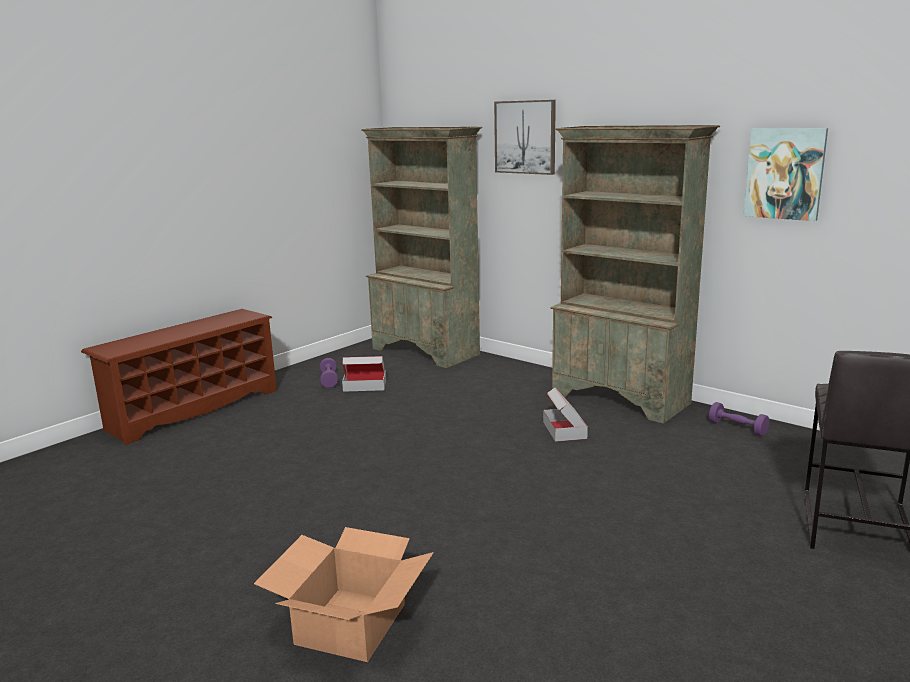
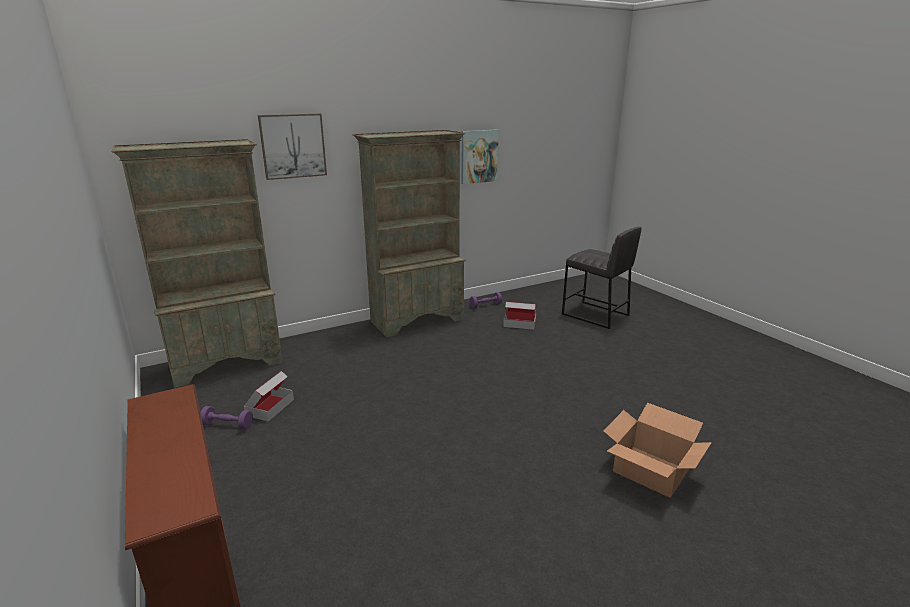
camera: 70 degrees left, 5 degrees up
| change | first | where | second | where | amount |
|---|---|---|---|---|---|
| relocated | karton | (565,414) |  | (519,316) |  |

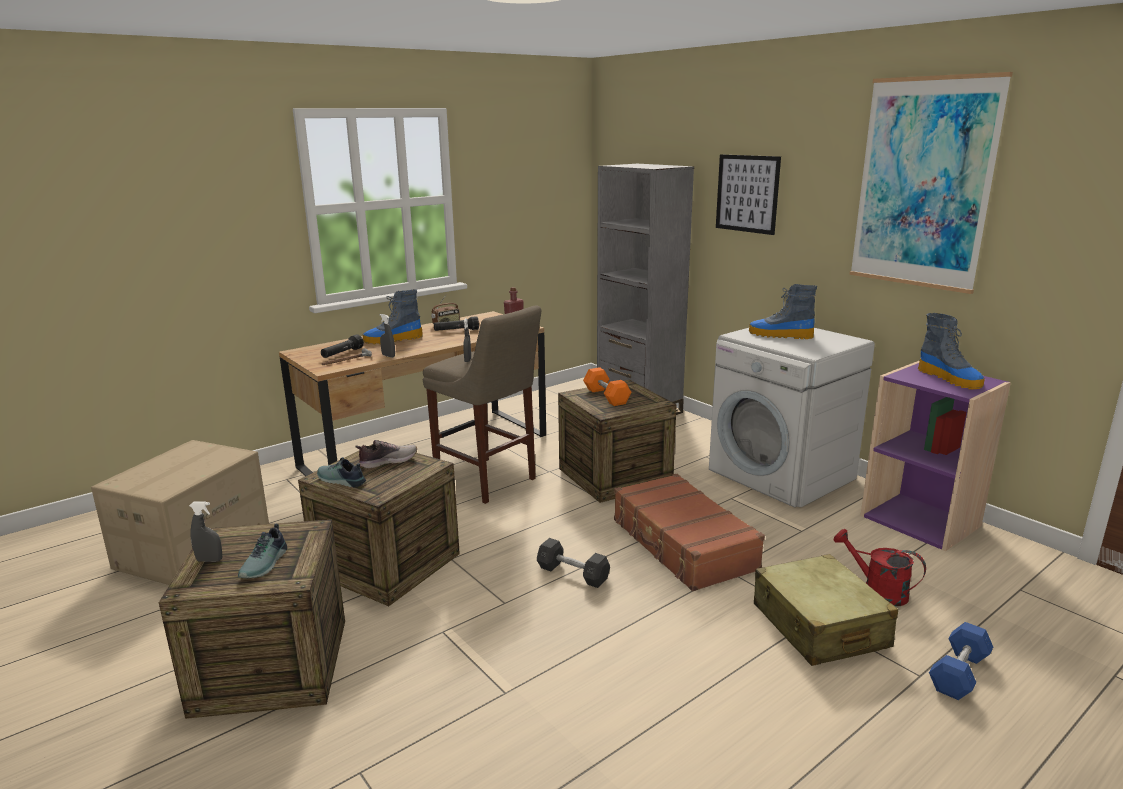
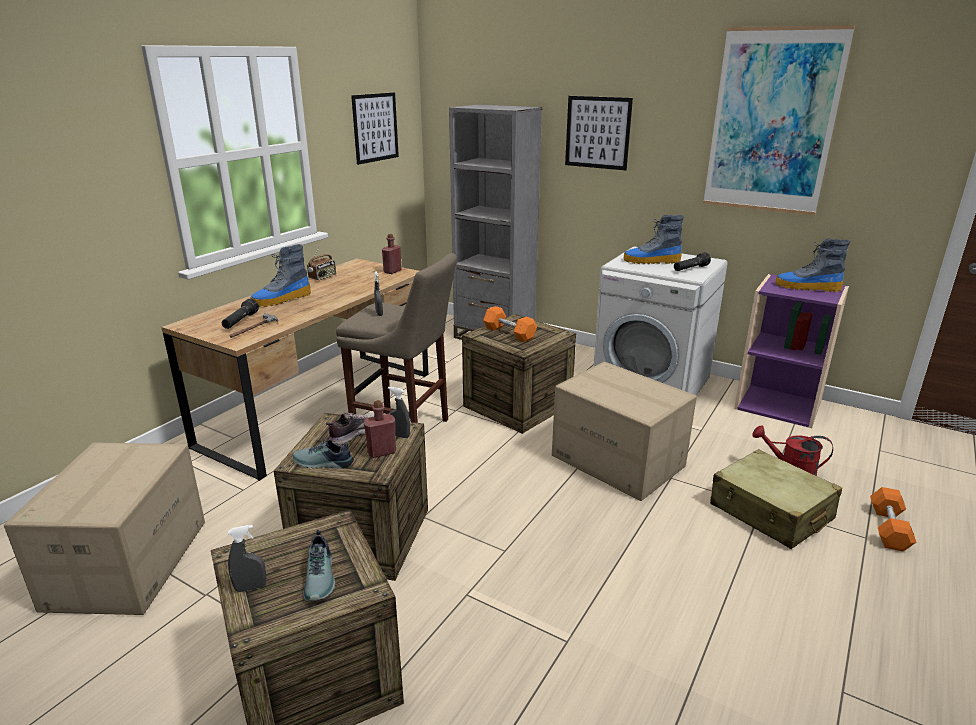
camera: 20 degrees left, 5 degrees up
| change | first | where | second | where | amount |
|---|---|---|---|---|---|
| missing | hantel (szary) | (573,563) |  |  |  |
| appeared |  |  | obraz | (375,128) |  |
| appeared |  |  | butelka (czerwony) | (379,429) |  |
| relocated | spryskiwacz (szary) | (387,336) |  | (399,412) |  |
| relocated | latarka (czarny) | (456,323) |  | (692,261) |  |
| exchanged | walizka (brązowy) | (689,532) | karton | (624,431) |  |
| colour | hantel (niebieski) | (961,661) | hantel (pomarańczowy) | (893,519) |  |
| spun | but z cholewką | (951,351) |  | (812,265) | 150 degrees clockwise |

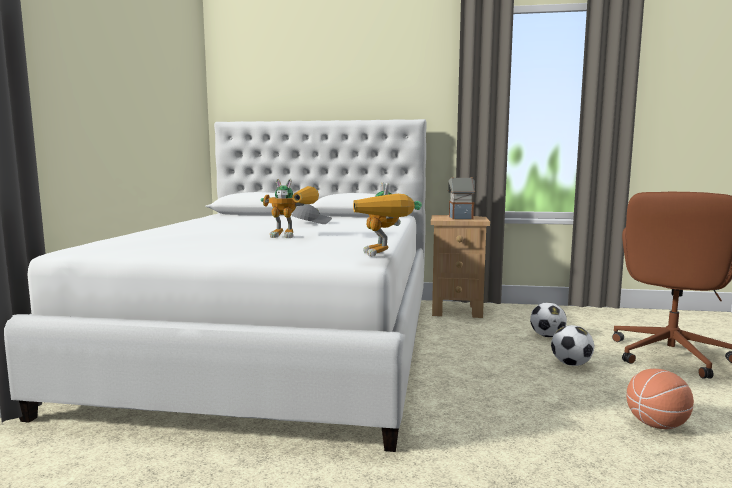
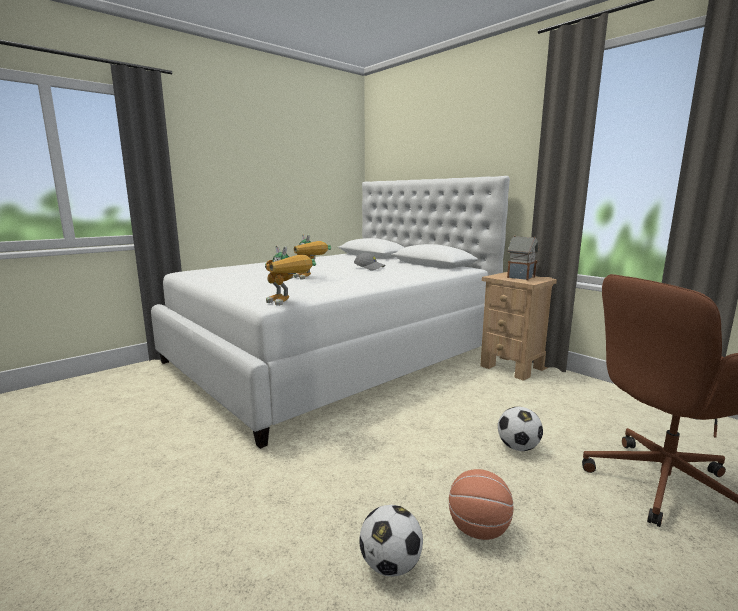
camera: 40 degrees right, 5 degrees up
| change | first | where | second | where | amount |
|---|---|---|---|---|---|
| relocated | piłka futbolowa | (548,319) |  | (391,541) |  |
| spun | robot zabawkowy | (387,219) |  | (290,275) | 75 degrees counterclockwise |

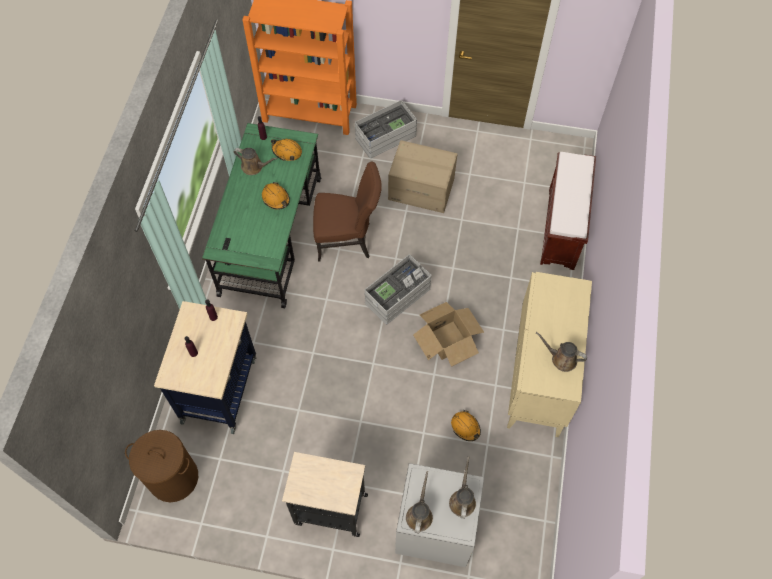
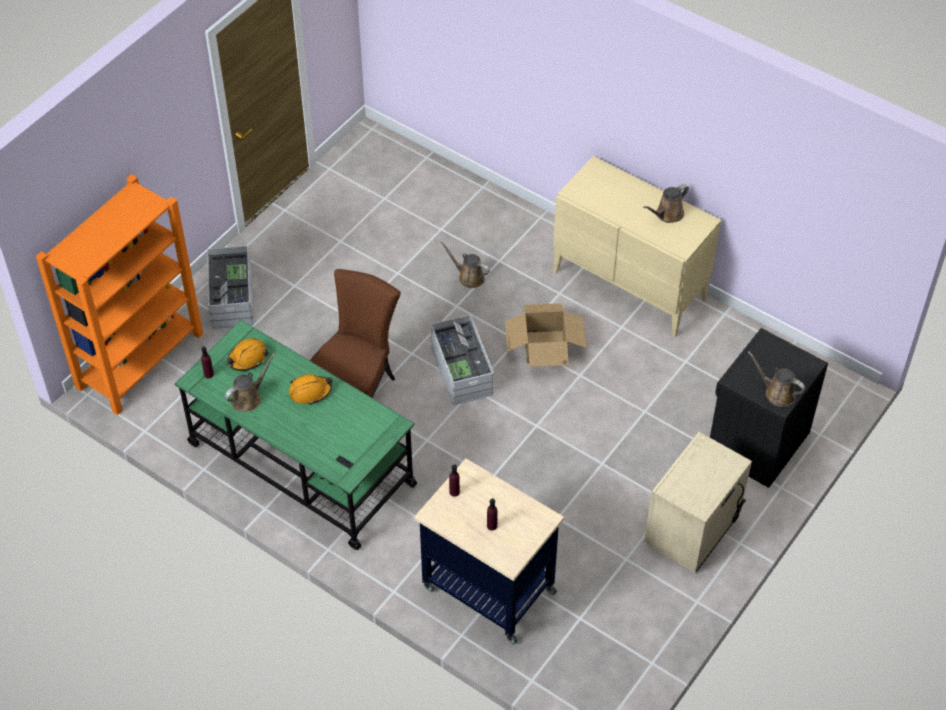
camera: 65 degrees left, 10 degrees down
| change | first | where | second | where | amount |
|---|---|---|---|---|---|
| missing | kosz na pranie (brązowy) | (161,466) |  |  |  |
| missing | karton | (422,176) |  |  |  |
| missing | kask (pomarańczowy) | (466,425) |  |  |  |
| missing | ławka (brązowy) | (568,211) |  |  |  |
| relocated | konewka (brązowy) | (462,487) |  | (465,264) |  |
| exchanged | wózek | (325,494) | szafka nocna (beżowy) | (698,502) |  |
| colour | pralka (biały) | (439,515) | pralka (czarny) | (769,408) |  |

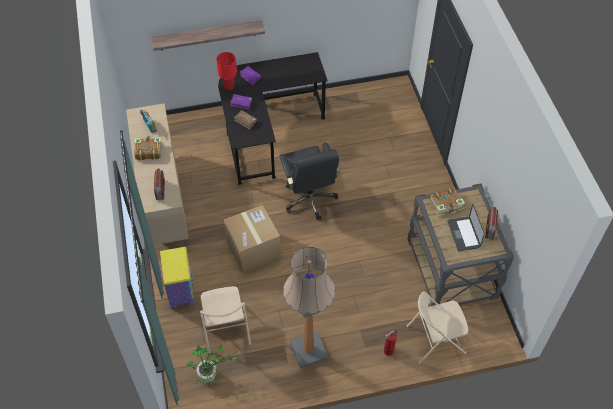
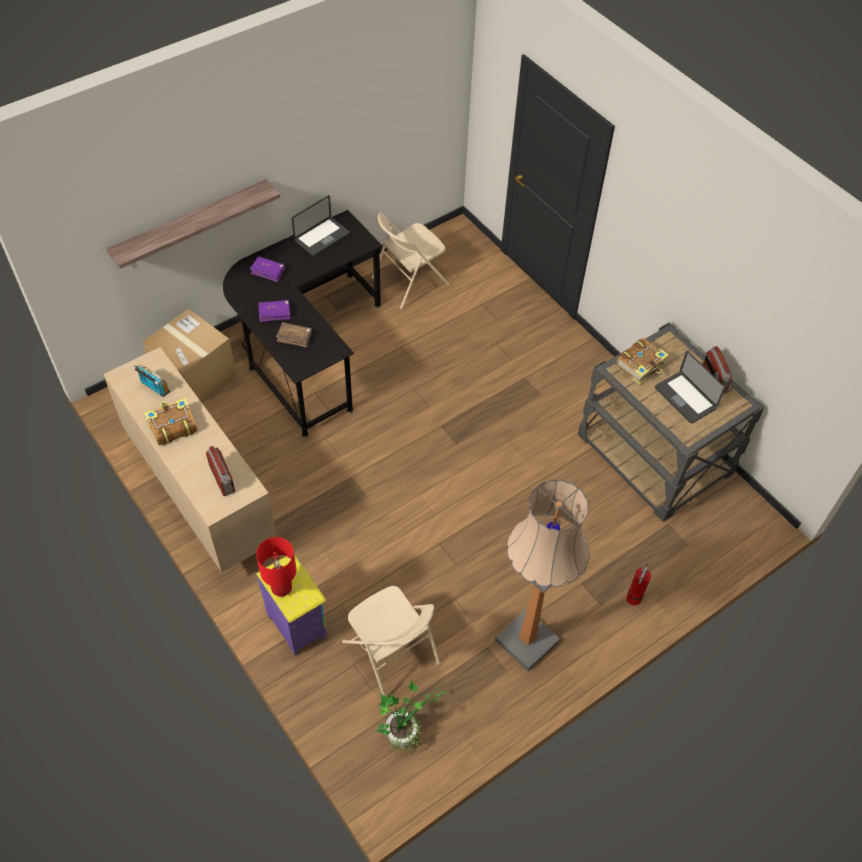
camera: 25 degrees left, 0 degrees up
| change | first | where | second | where | amount |
|---|---|---|---|---|---|
| missing | krzesło biurowe (czarny) | (309,181) |  |  |  |
| appeared |  |  | laptop | (321,225) |  |
| relocated | lampa stołowa (czerwony) | (226,71) |  | (276,567) |  |
| relocated | karton | (252,239) |  | (189,356) |  |
| relocated | krzesło (beżowy) | (437,327) |  | (410,261) |  |

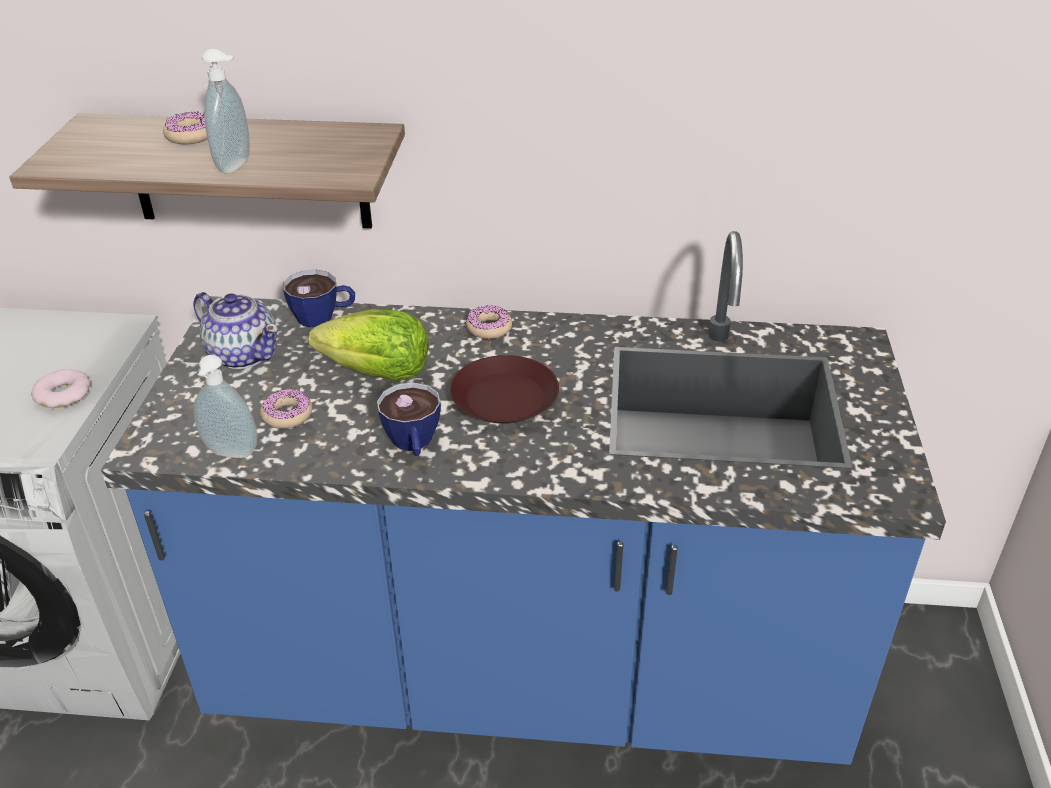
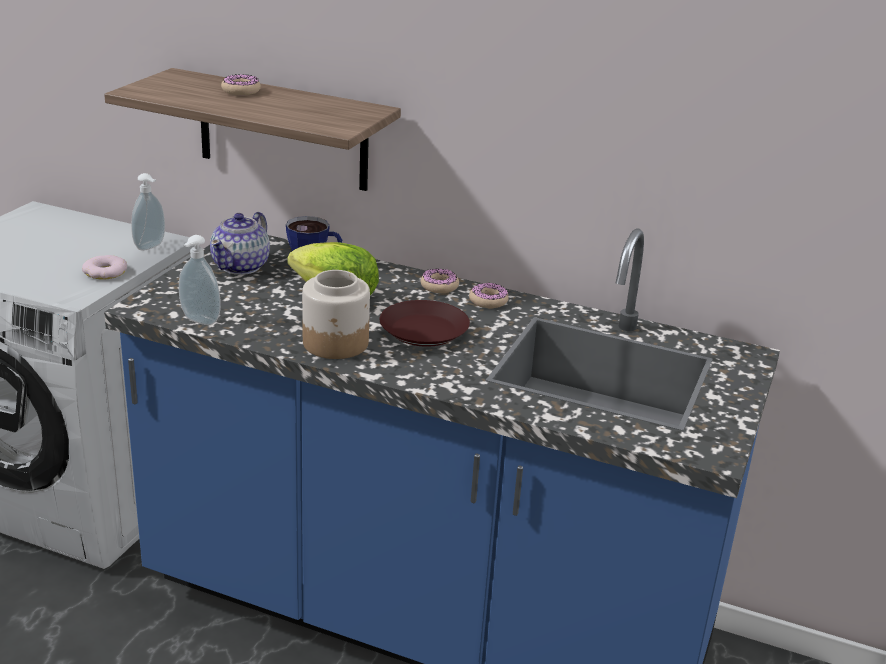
camera: 15 degrees right, 10 degrees down
| change | first | where | second | where | amount |
|---|---|---|---|---|---|
| relocated | dozownik mydła | (226,111) |  | (148,212) |  |
| relocated | donut | (286,408) |  | (489,295) |  |
| exchanged | filiżanka | (409,419) | słoik | (336,314) |  |
| spun | imbryk | (236,330) |  | (240,243) | 60 degrees clockwise |

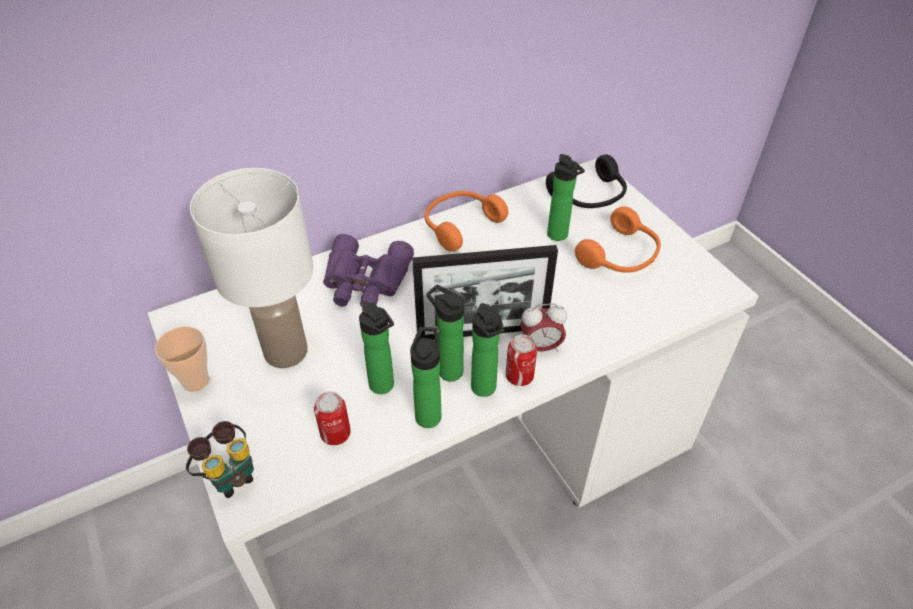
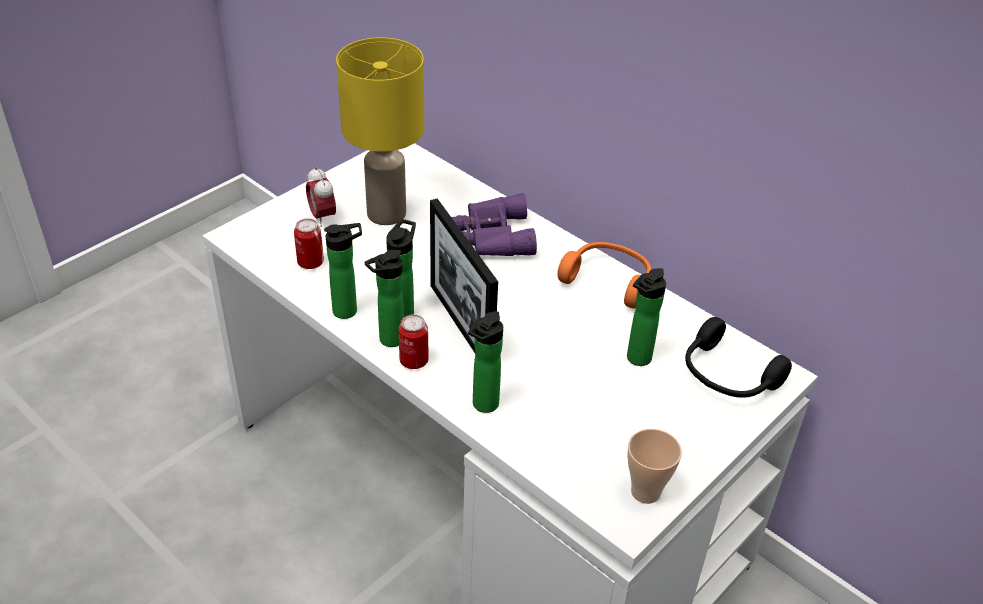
camera: 70 degrees right, 5 degrees down
| change | first | where | second | where | amount |
|---|---|---|---|---|---|
| missing | lornetka | (220,459) |  |  |  |
| missing | słuchawki (pomarańczowy) | (618,239) |  |  |  |
| relocated | filiżanka | (182,359) |  | (654,466) |  |
| relocated | butelka | (376,348) |  | (485,362) |  |
| relocated | budzik | (543,327) |  | (321,196) |  |
| colour | lampa stołowa (biały) | (251,268) | lampa stołowa (żółty) | (380,131) |  |

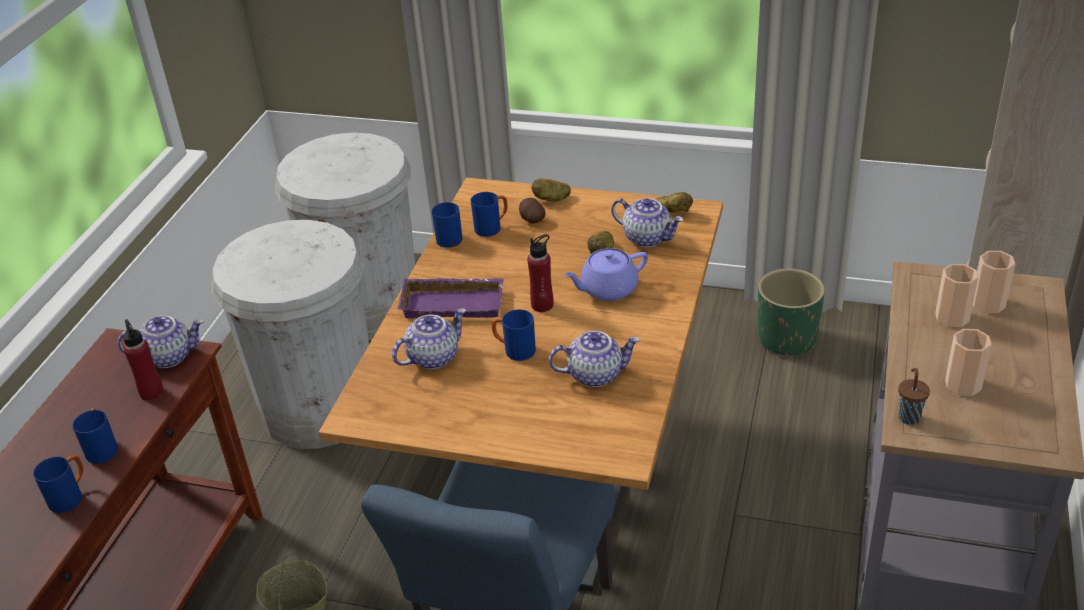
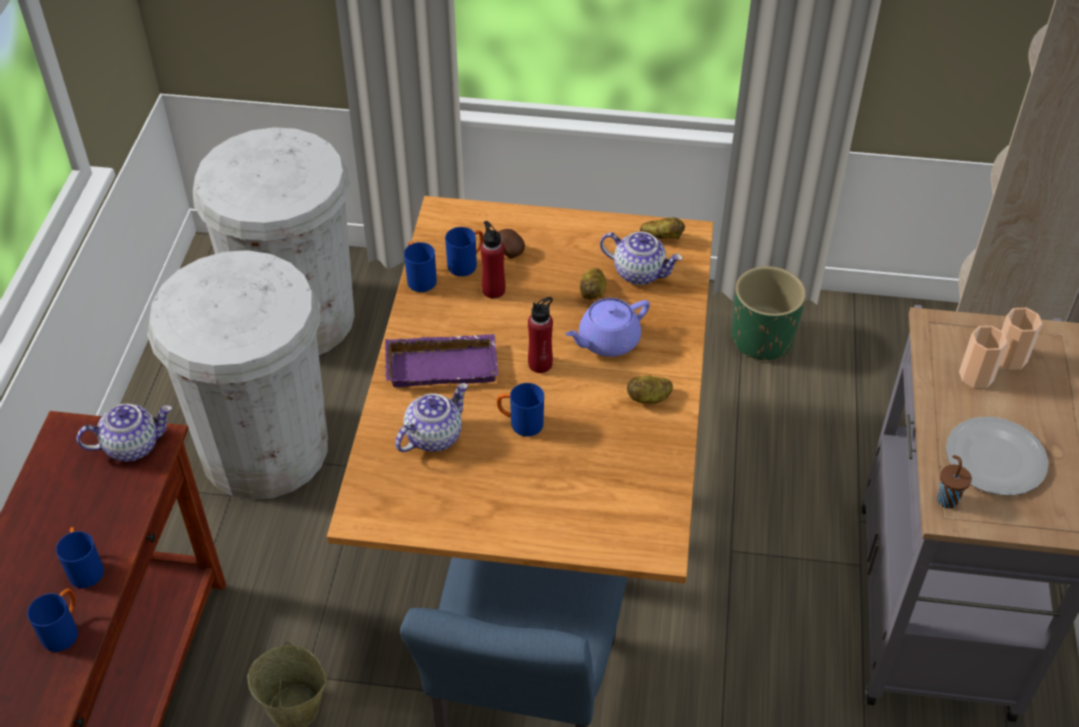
camera: 10 degrees left, 10 degrees up
| change | first | where | second | where | amount |
|---|---|---|---|---|---|
| missing | imbryk | (594,359) |  |  |  |
| relocated | butelka (czerwony) | (143,360) |  | (492,260) |  |
| relocated | ziemniak | (551,190) |  | (650,389) |  |
| exchanged | filiżanka | (968,362) | talerz | (997,456) |  |

